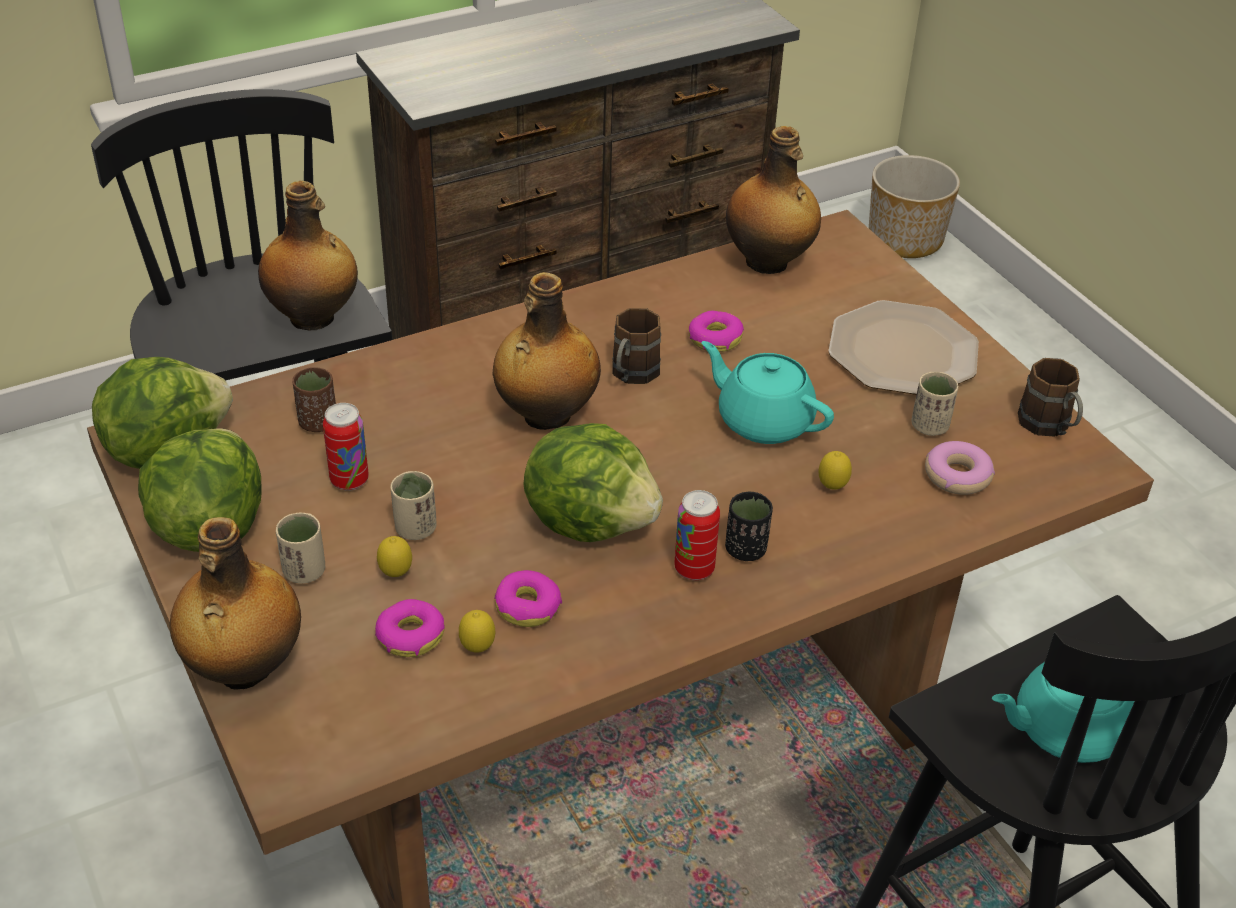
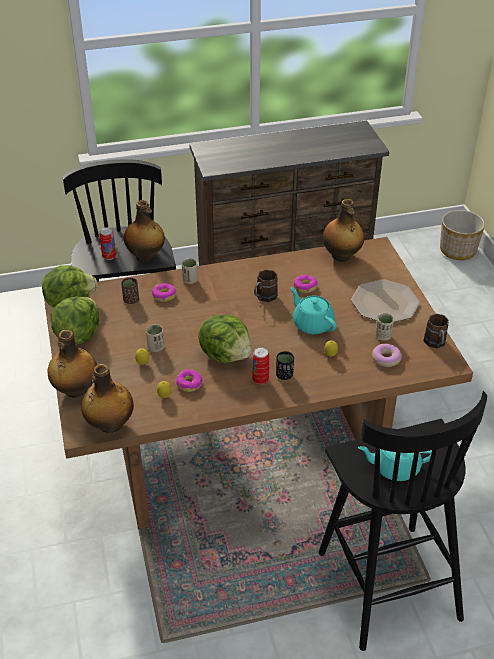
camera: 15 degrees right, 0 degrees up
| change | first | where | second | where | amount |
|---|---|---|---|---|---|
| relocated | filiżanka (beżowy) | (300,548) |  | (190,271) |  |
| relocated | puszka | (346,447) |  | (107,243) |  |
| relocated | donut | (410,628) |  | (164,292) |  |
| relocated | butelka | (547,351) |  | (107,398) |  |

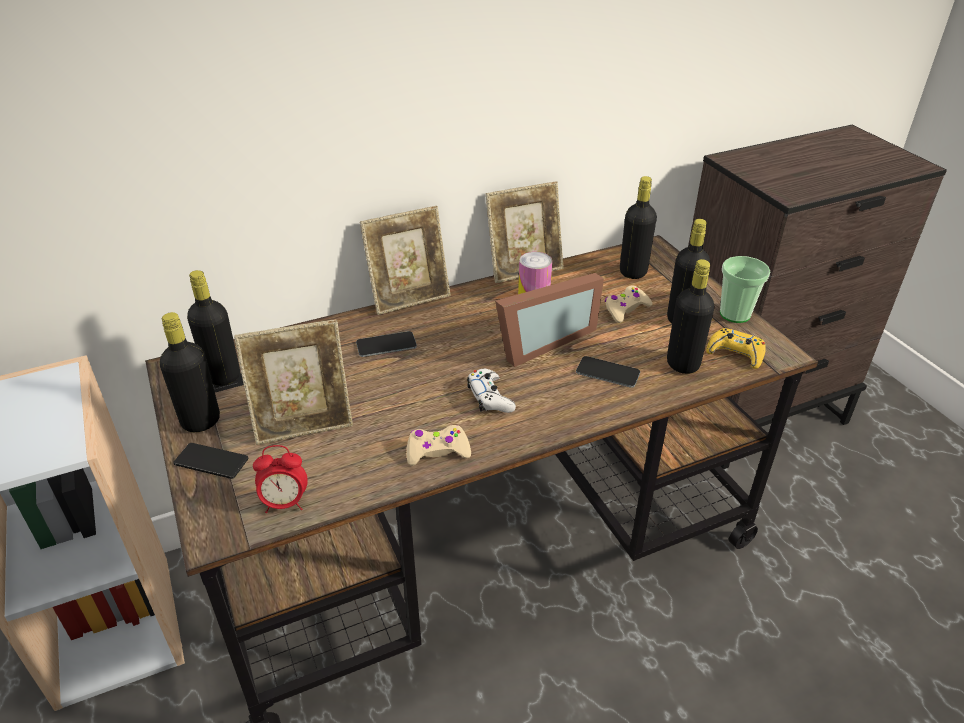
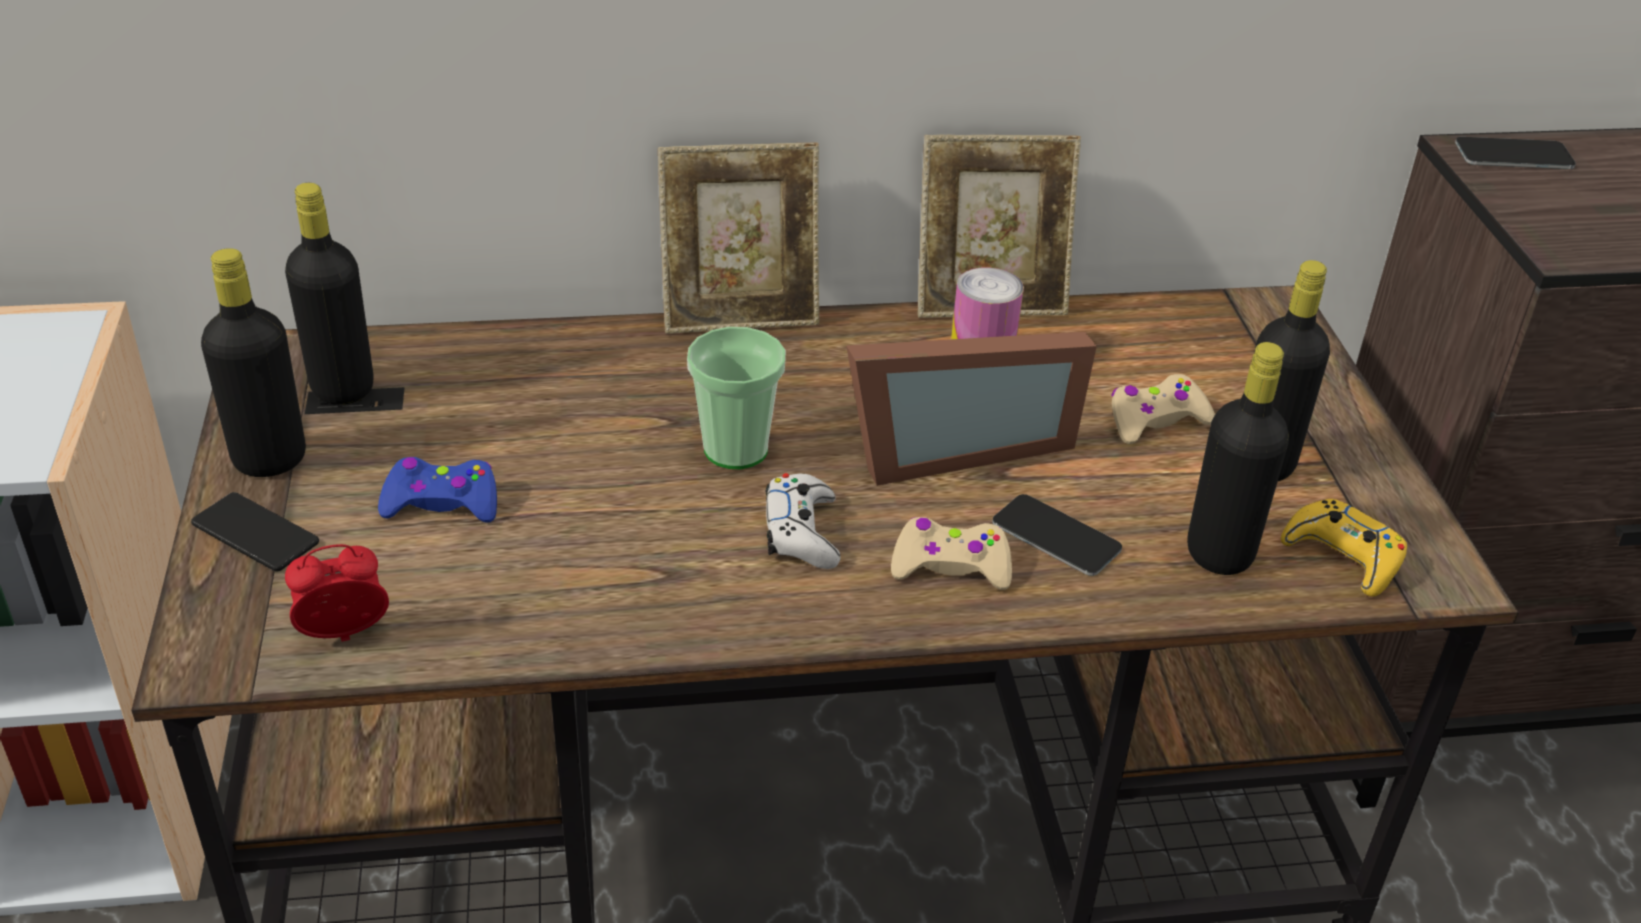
camera: 15 degrees right, 0 degrees up
| change | first | where | second | where | amount |
|---|---|---|---|---|---|
| missing | butelka (czarny) | (638,227) |  |  |  |
| relocated | telefon | (386,344) |  | (1515,153) |  |
| relocated | pad do gier (beżowy) | (439,445) |  | (951,553) |  |
| relocated | filiżanka | (745,289) |  | (736,398) |  |
| exchanged | ramka na zdjęcie | (293,382) | pad do gier (niebieski) | (437,490) |  |
| spun | budzik | (280,479) |  | (337,593) | 150 degrees clockwise |

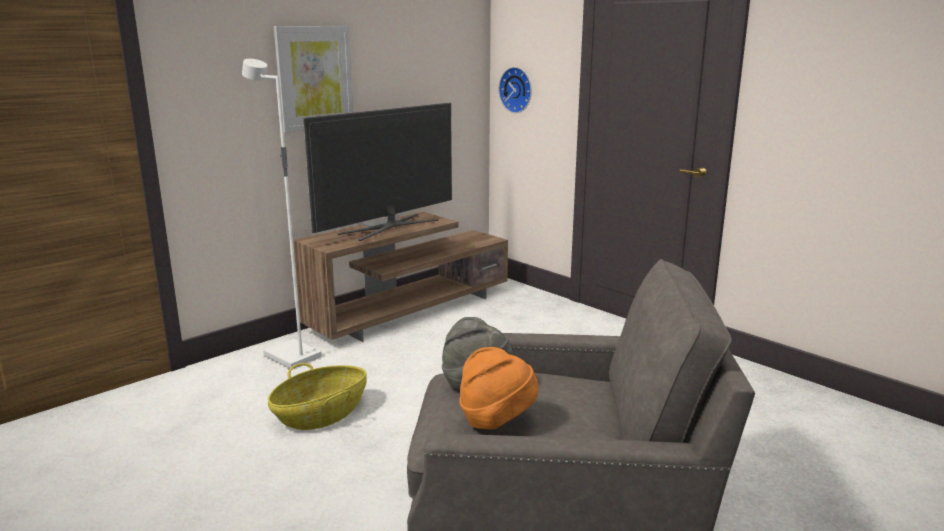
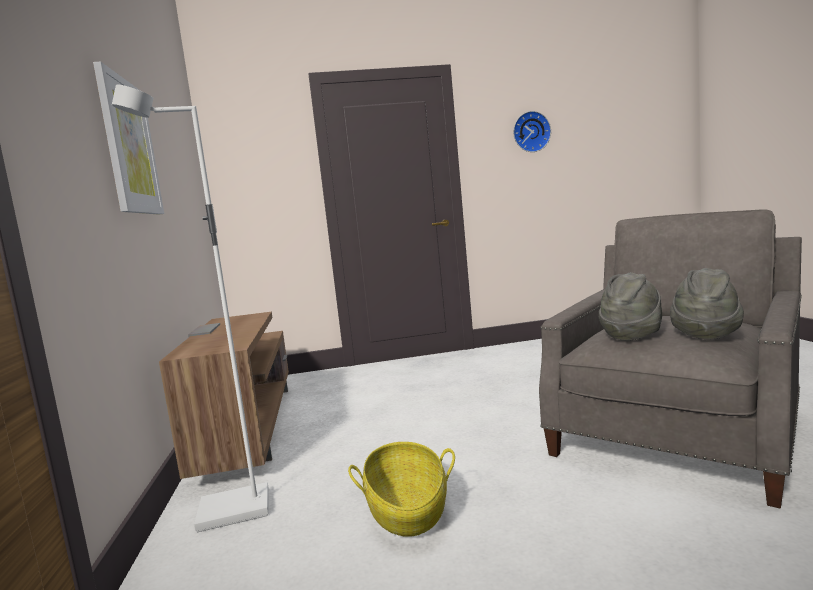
camera: 55 degrees left, 10 degrees down
| change | first | where | second | where | amount |
|---|---|---|---|---|---|
| missing | telewizor | (377,172) |  |  |  |
| relocated | zegar ścienny | (515,90) |  | (532,131) |  |
| colour | kapelusz (pomarańczowy) | (499,388) | kapelusz (szary) | (707,303) |  |

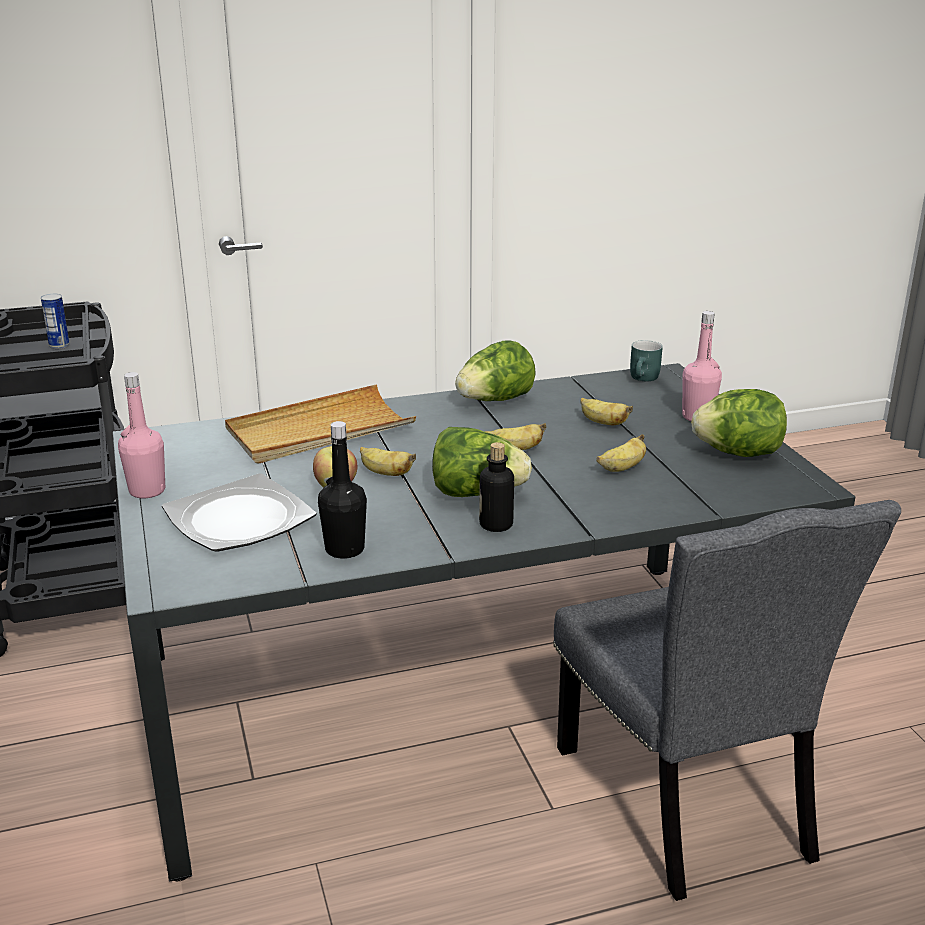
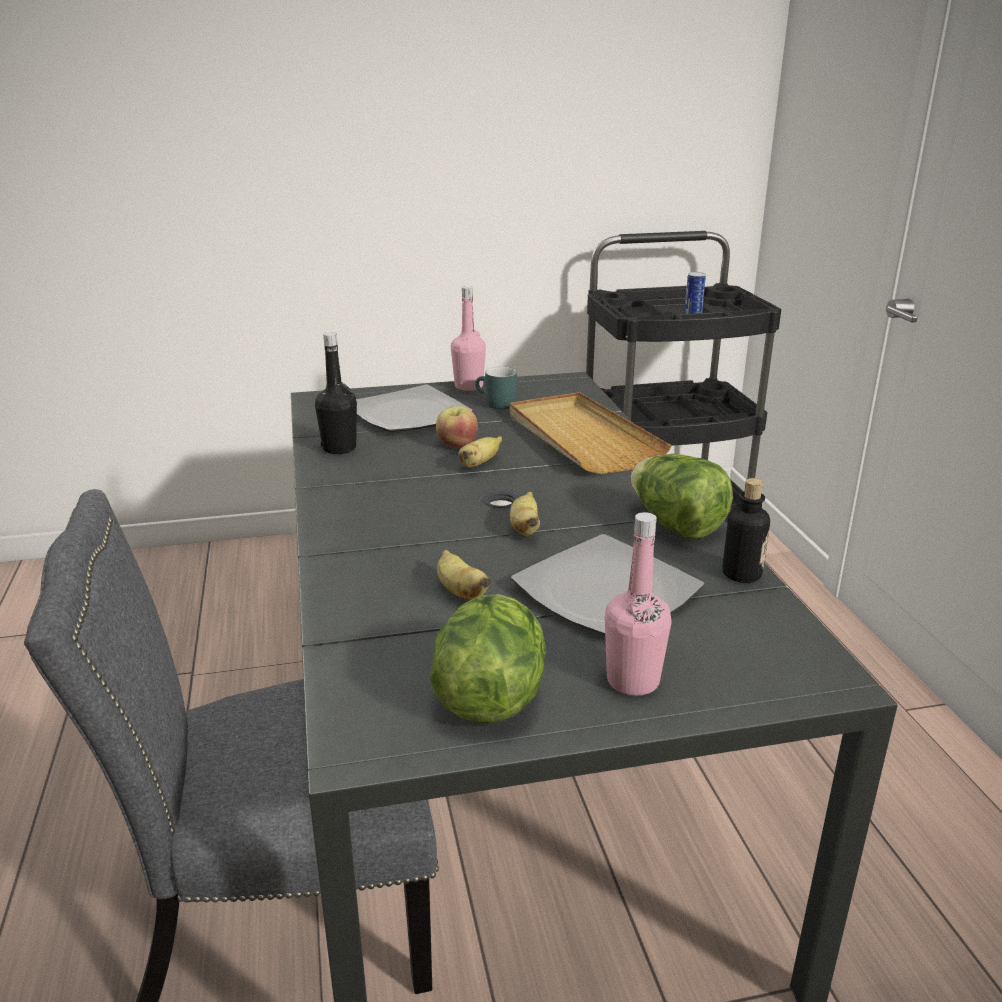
camera: 95 degrees right, 0 degrees up
| change | first | where | second | where | amount |
|---|---|---|---|---|---|
| missing | sałata | (482,462) |  |  |  |
| relocated | butelka | (496,487) |  | (746,530) |  |
| relocated | kubek (turkusowy) | (646,360) |  | (496,388) |  |
| exchanged | banan | (607,411) | talerz | (607,584) |  |

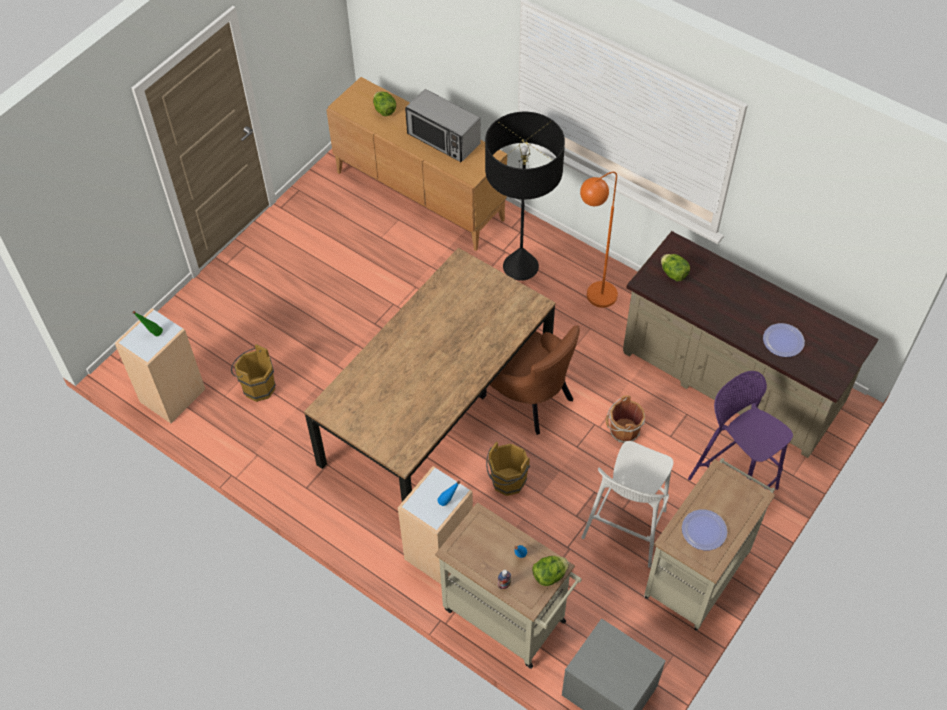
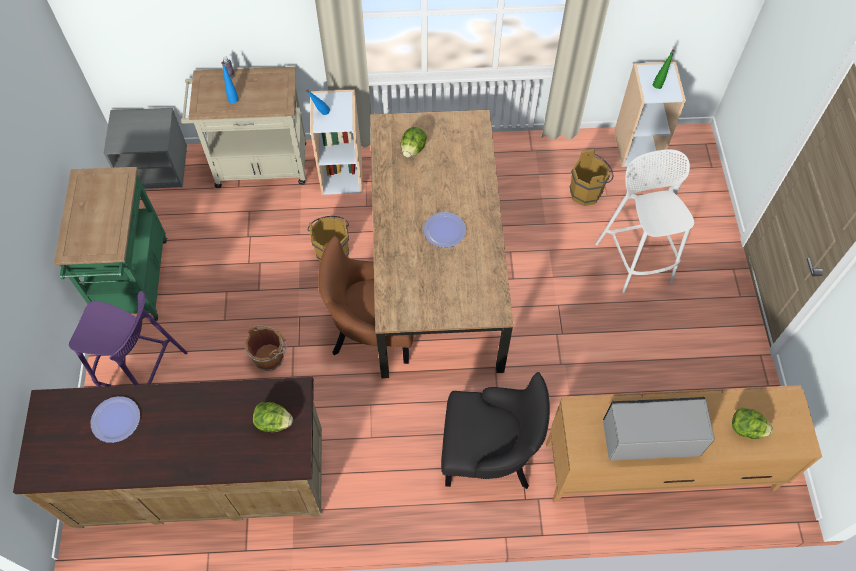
camera: 140 degrees right, 5 degrees up
| change | first | where | second | where | amount |
|---|---|---|---|---|---|
| missing | lampa stojąca (pomarańczowy) | (599,240) |  |  |  |
| relocated | sałata | (550,571) |  | (414,142) |  |
| relocated | stołek (biały) | (627,504) |  | (644,221) |  |
| relocated | talerz | (704,529) |  | (445,230) |  |
| exchanged | lampa stojąca (czarny) | (525,196) | krzesło (czarny) | (495,430) |  |
| colour | wózek (beżowy) | (709,544) | wózek (zielony) | (110,244) |  |

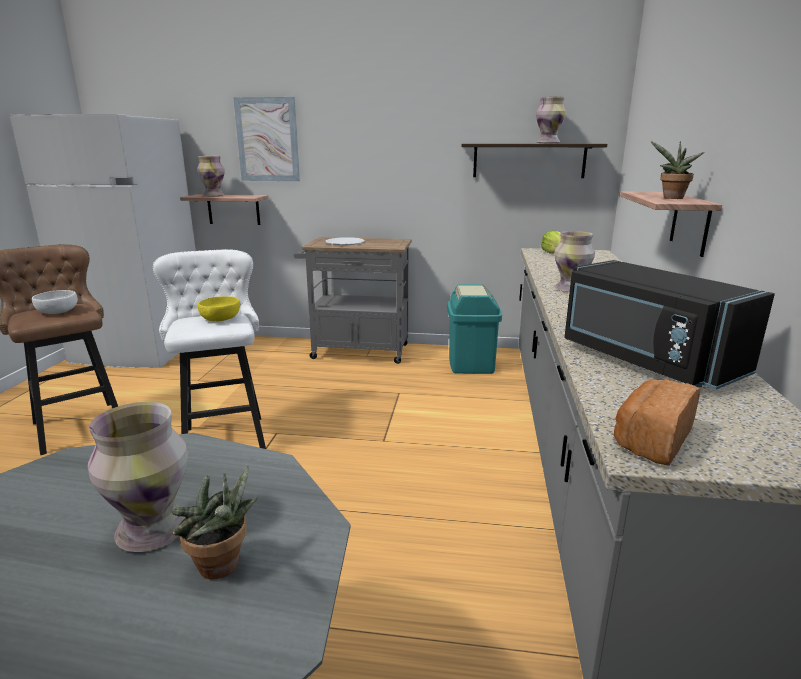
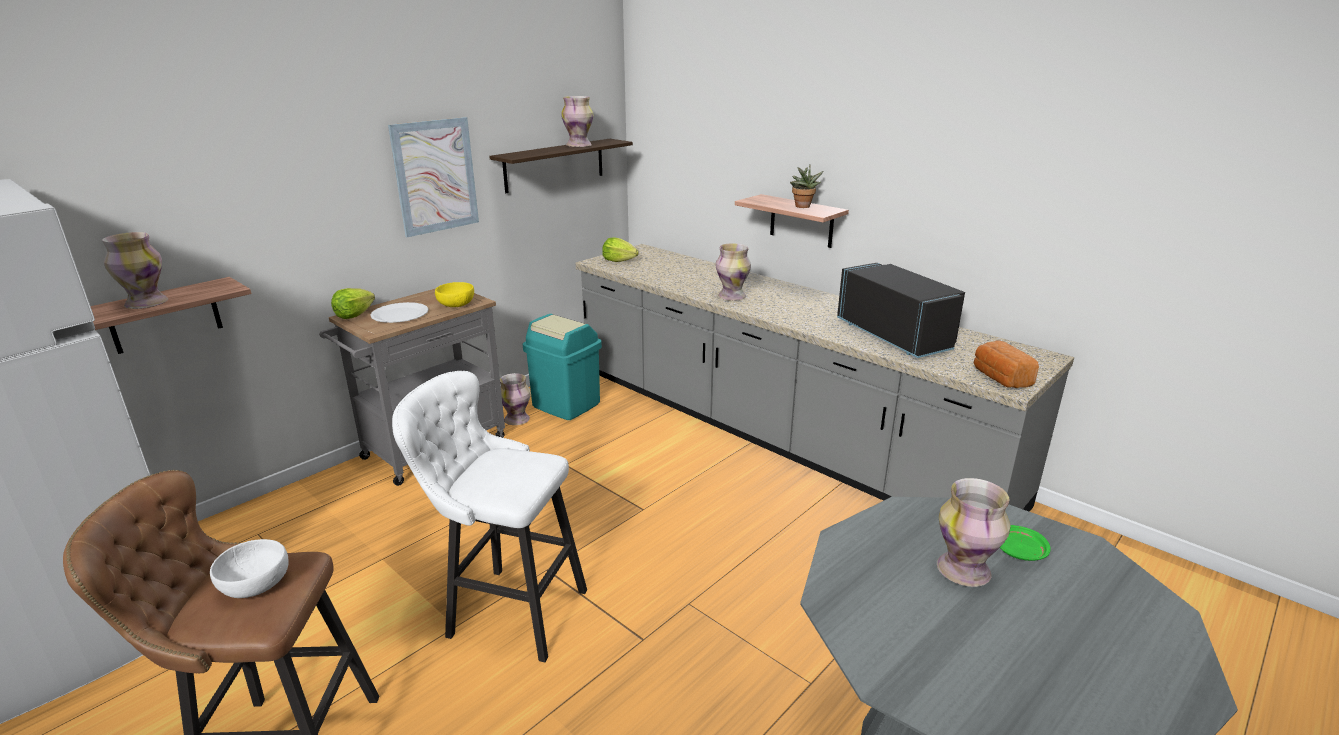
camera: 55 degrees left, 5 degrees up
| change | first | where | second | where | amount |
|---|---|---|---|---|---|
| appeared |  |  | sałata | (353,303) |  |
| appeared |  |  | wazon | (515,399) |  |
| relocated | miska (żółty) | (219,308) |  | (454,294) |  |
| relocated | obraz | (266,139) |  | (433,177) |  |
| exchanged | roślina doniczkowa | (215,522) | talerz (zielony) | (1025,543) |  |
| spun | mikrofalówka (czarny) | (669,325) |  | (901,310) | 120 degrees counterclockwise |

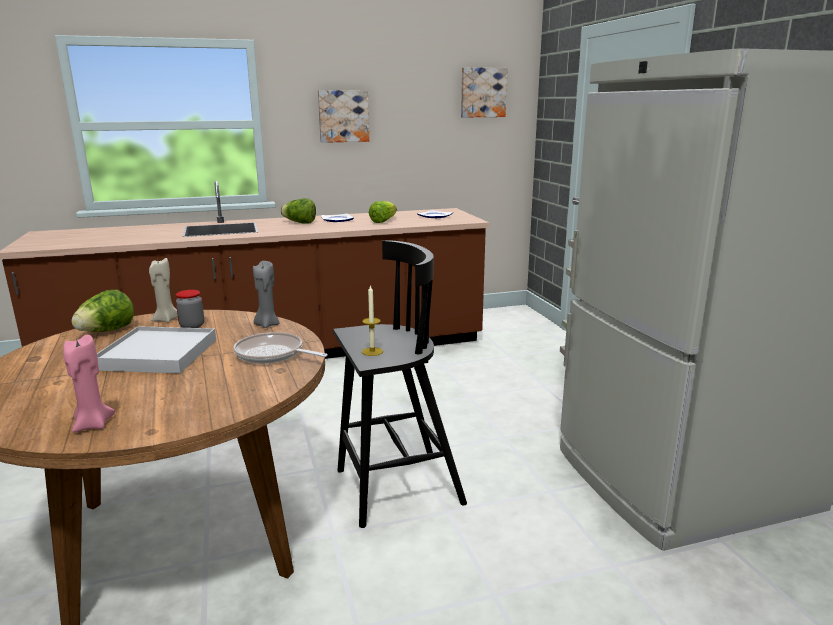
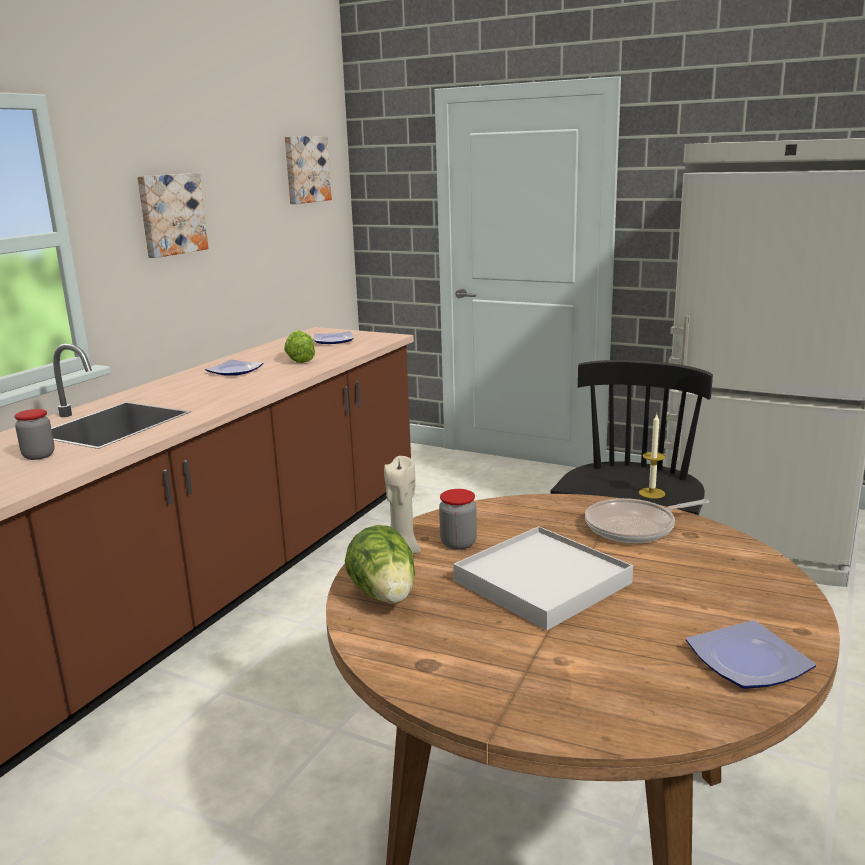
camera: 45 degrees left, 0 degrees up
| change | first | where | second | where | amount |
|---|---|---|---|---|---|
| missing | świeca (szary) | (266,294) |  |  |  |
| missing | sałata | (298,211) |  |  |  |
| appeared |  |  | słoik | (34,434) |  |
| exchanged | świeca (różowy) | (89,383) | talerz | (751,654) |  |

